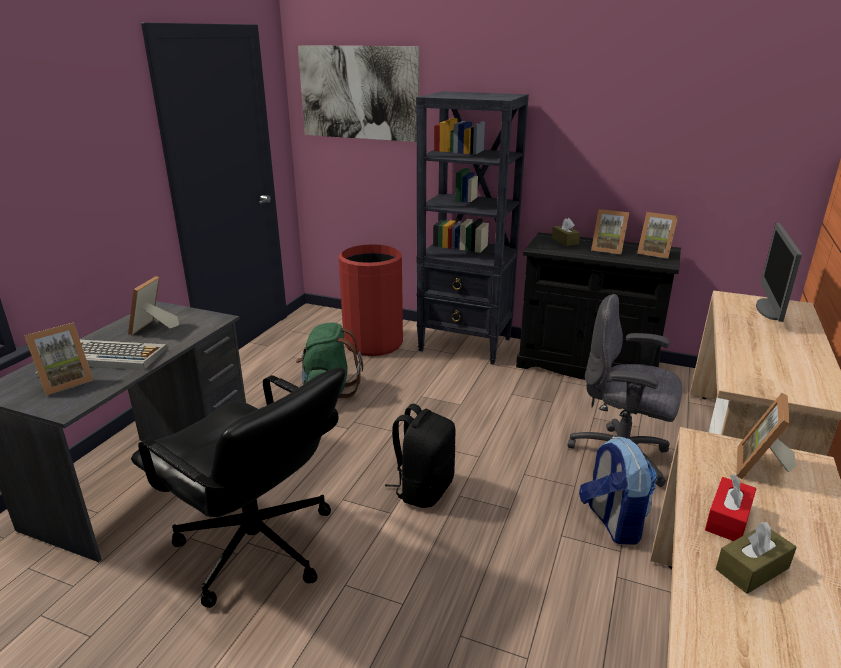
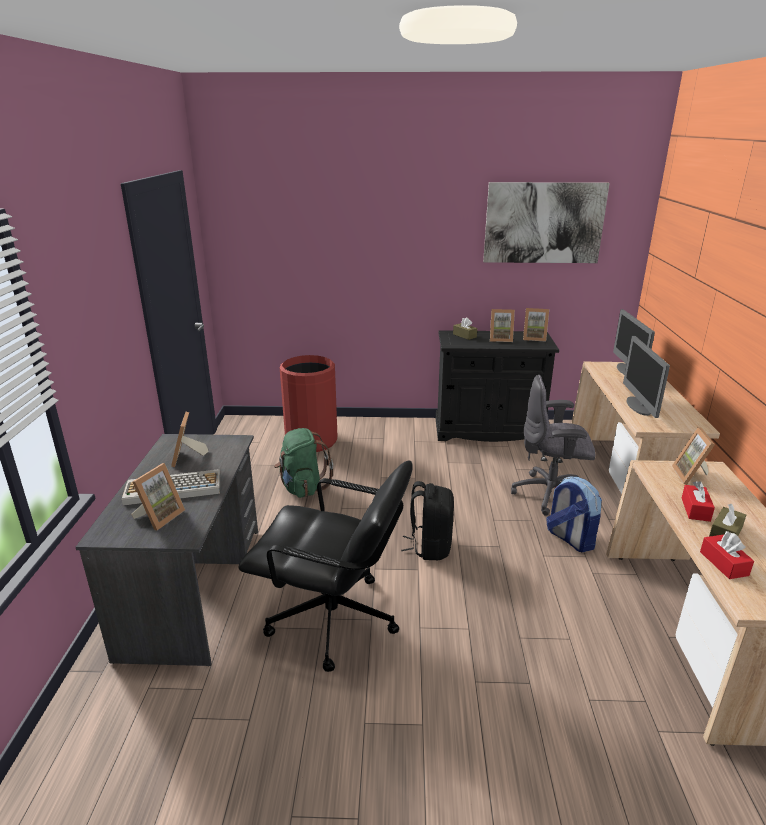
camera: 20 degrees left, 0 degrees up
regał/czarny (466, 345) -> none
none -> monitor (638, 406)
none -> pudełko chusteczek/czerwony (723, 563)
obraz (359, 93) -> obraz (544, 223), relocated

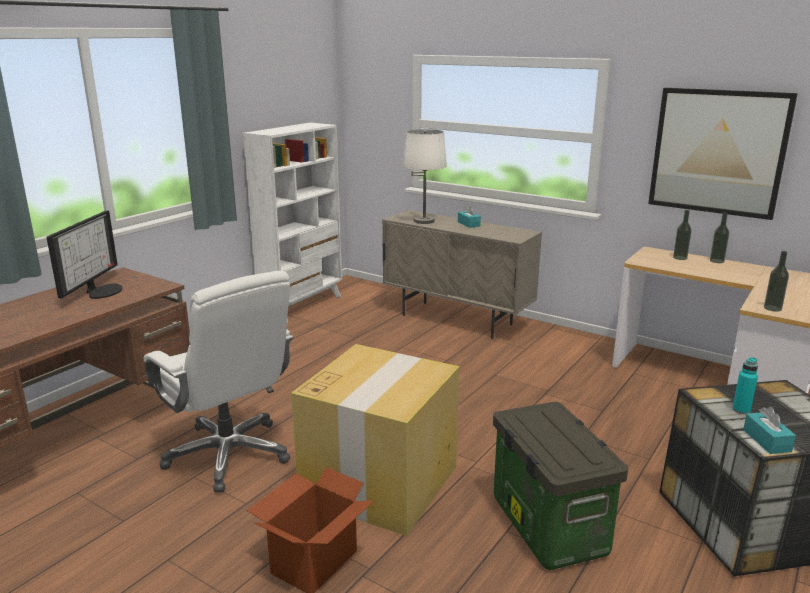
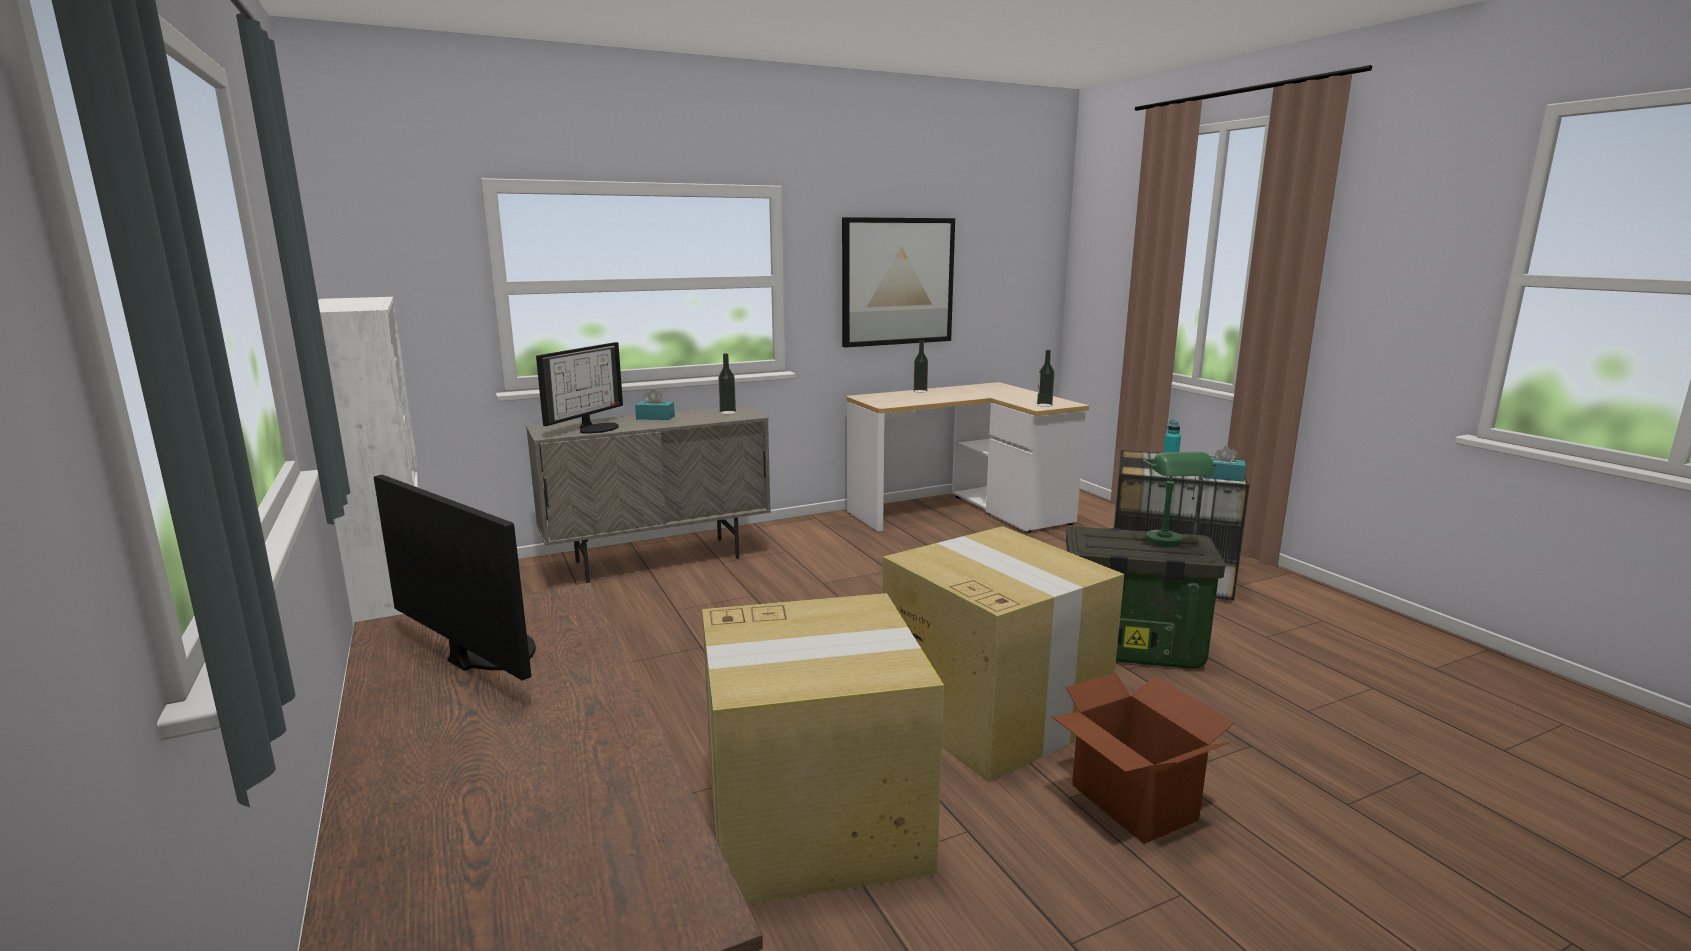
camera: 60 degrees left, 5 degrees down
none -> lampa stołowa/zielony (1170, 544)
butelka (680, 258) -> butelka (727, 412), relocated
krzesło biurowe/biały (229, 454) -> karton (817, 819)
lampa stołowa/biały (424, 221) -> monitor (596, 428)

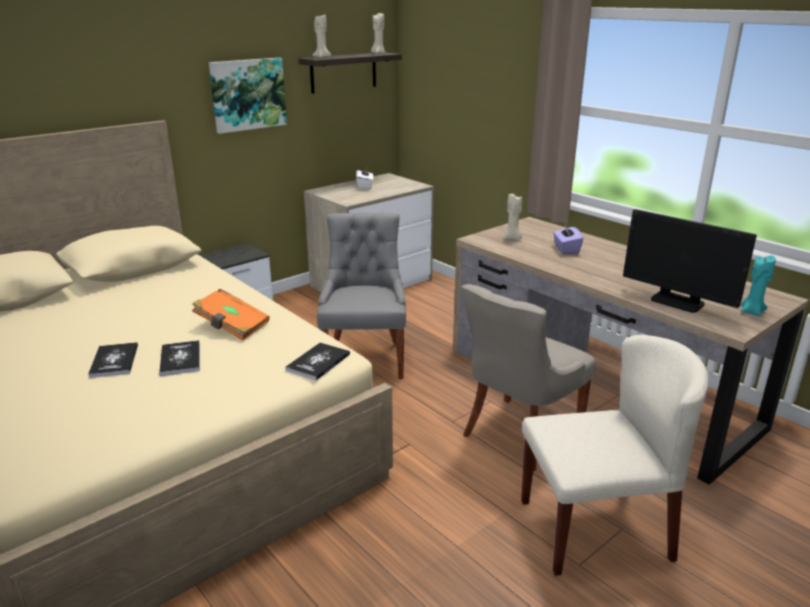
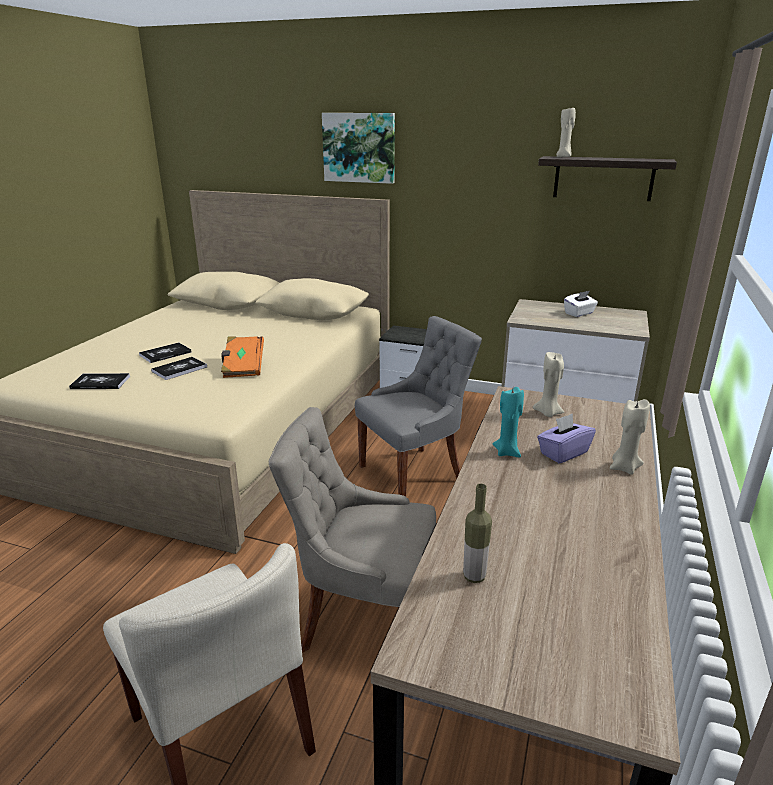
camera: 60 degrees right, 0 degrees up
obraz (248, 94) -> obraz (359, 148), relocated
książka (318, 362) -> książka (100, 382), relocated
świeca/beżowy (378, 53) -> świeca/beżowy (624, 468), relocated
świeca/turkusowy (751, 311) -> świeca/turkusowy (507, 452), relocated
monitor (677, 302) -> butelka (474, 576)

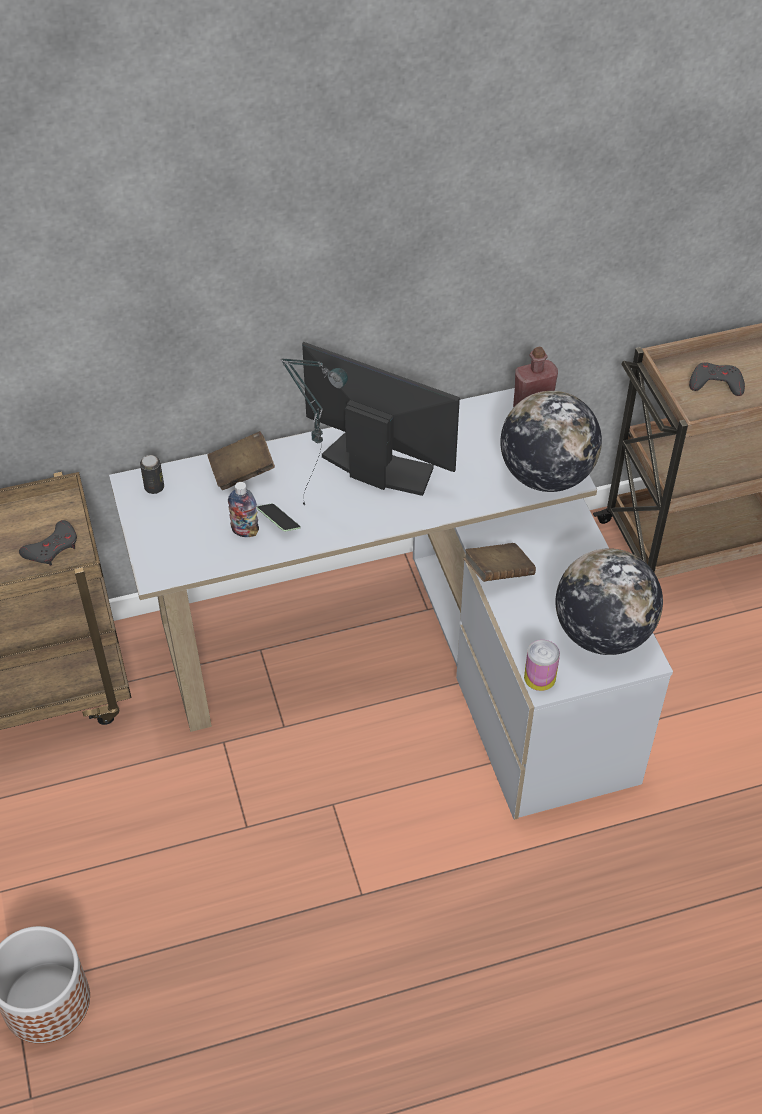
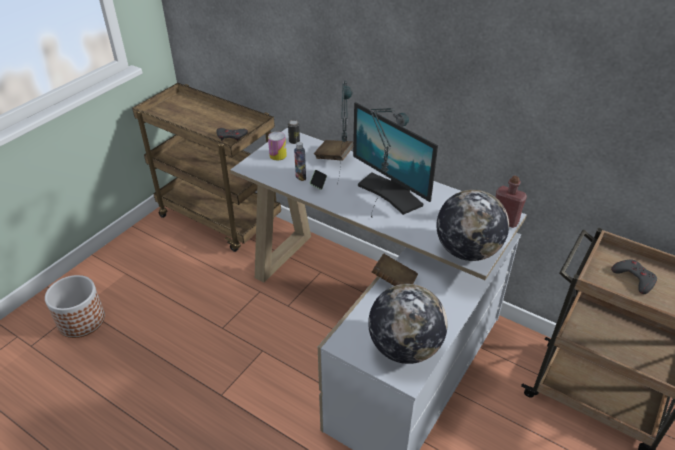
camera: 50 degrees right, 10 degrees down
none -> lampa stołowa (380, 219)
puszka (540, 677) -> puszka (278, 155), relocated
monitor (377, 467) -> monitor (390, 193), 150 degrees clockwise

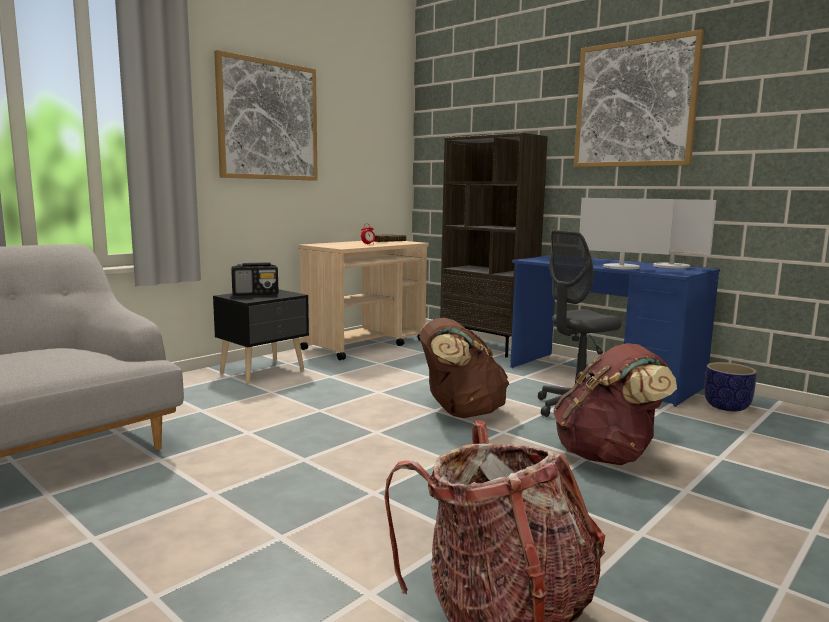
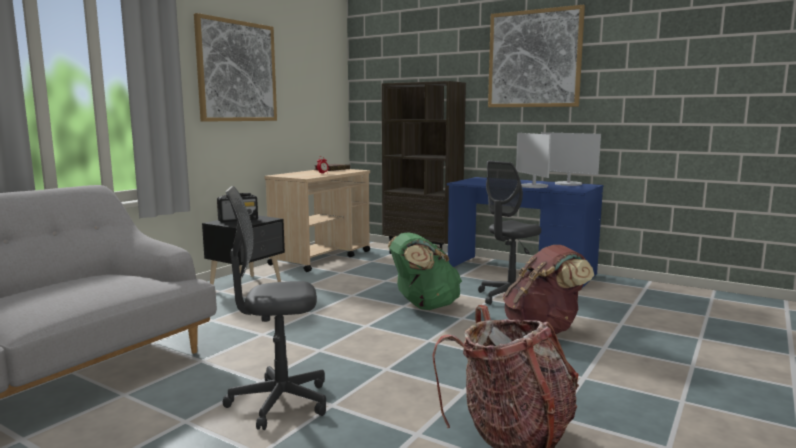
camera: 10 degrees left, 0 degrees up
donica (727, 406) -> none
none -> krzesło biurowe/szary (279, 402)
plecak/brązowy (460, 412) -> plecak/zielony (423, 306)
monitor (621, 267) -> monitor (533, 186), 60 degrees clockwise

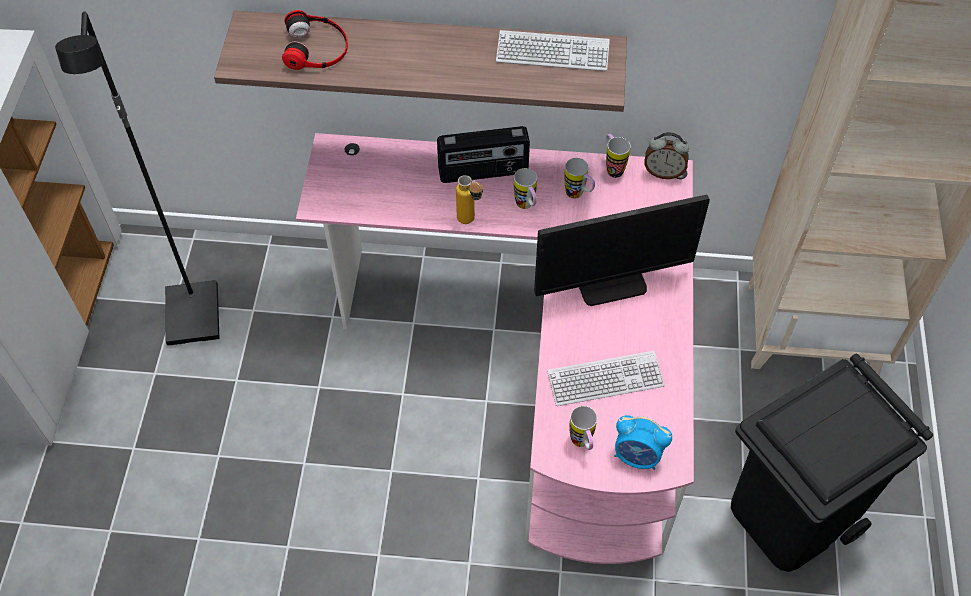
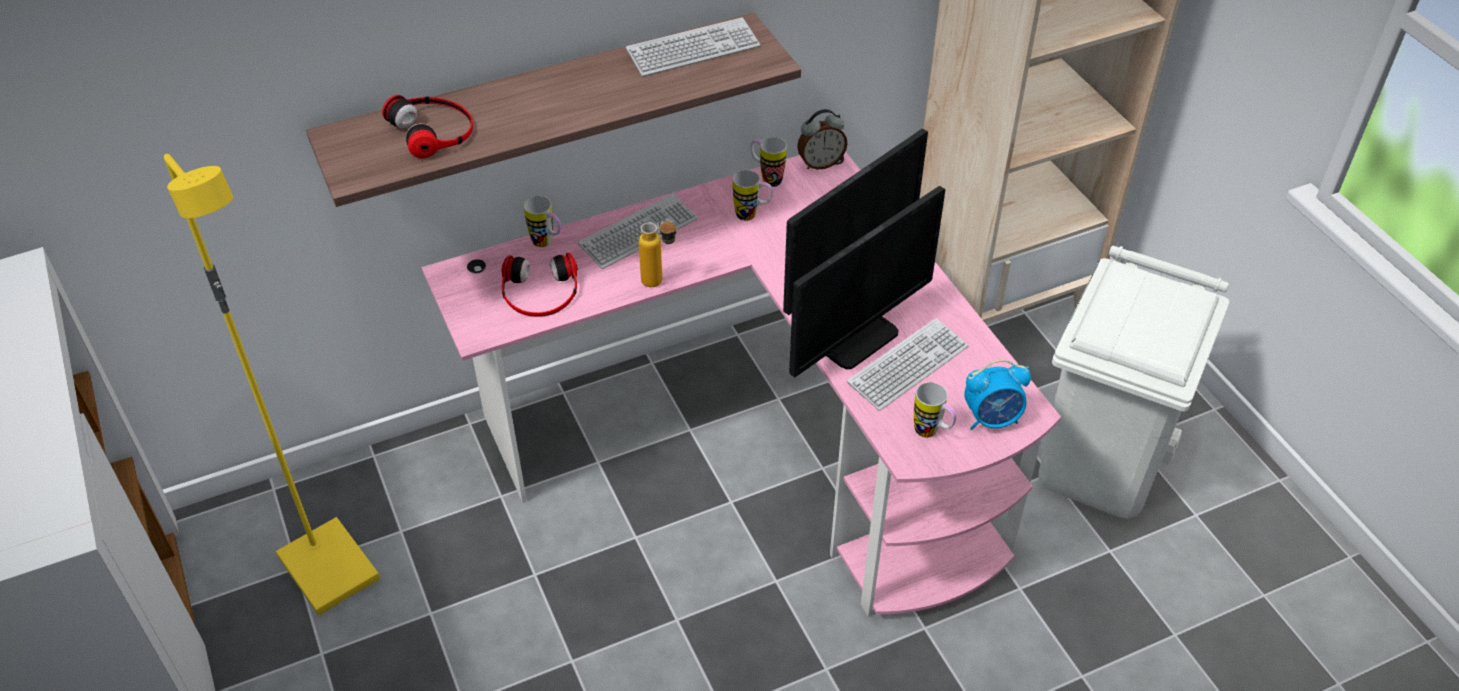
camera: 30 degrees left, 10 degrees down
none -> słuchawki (540, 292)
none -> monitor (856, 338)
kubek (526, 206) -> kubek (547, 243), relocated
radio (483, 172) -> klawiatura (638, 233)
lampa stojąca/czarny (195, 316) -> lampa stojąca/żółty (332, 568)
kosz na śmieci/czarny (791, 516) -> kosz na śmieci/biały (1101, 465)

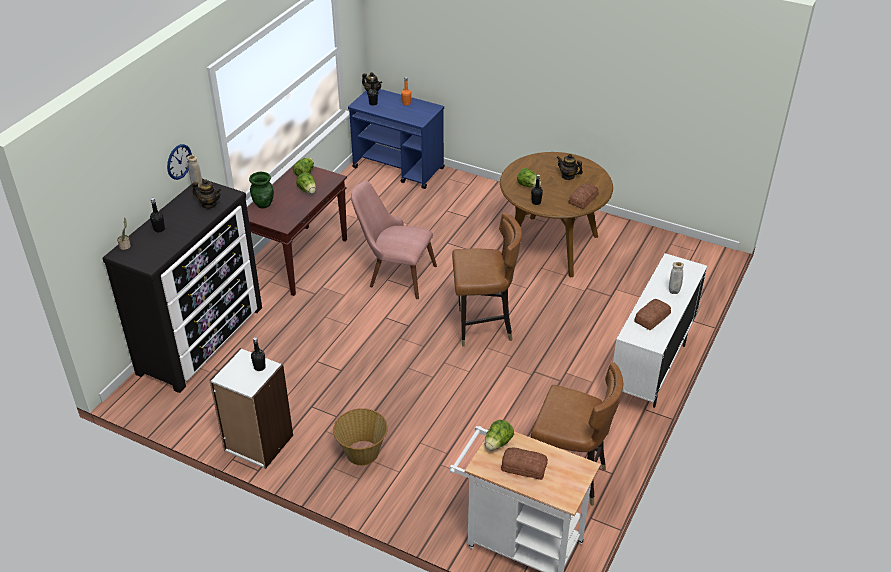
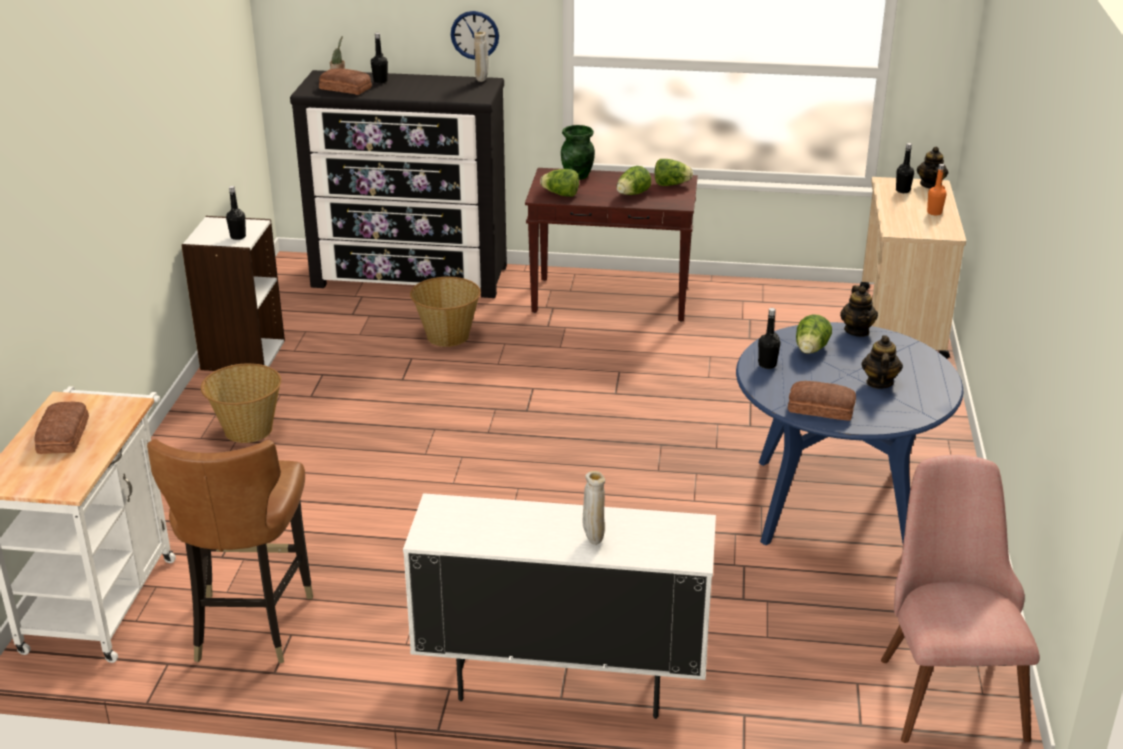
camera: 70 degrees right, 10 degrees down
krzesło/brązowy (483, 327) -> none
none -> koszyk (447, 336)
imbryk (209, 204) -> imbryk (857, 331), relocated
krzesło/różowy (394, 274) -> krzesło/różowy (945, 683), relocated
sałata (498, 443) -> sałata (561, 194), relocated
chleb (651, 317) -> chleb (345, 88), relocated
wózek/niebieski (399, 168) -> wózek/beżowy (901, 323)
stół jadalny/brązowy (551, 246) -> stół jadalny/niebieski (832, 505)

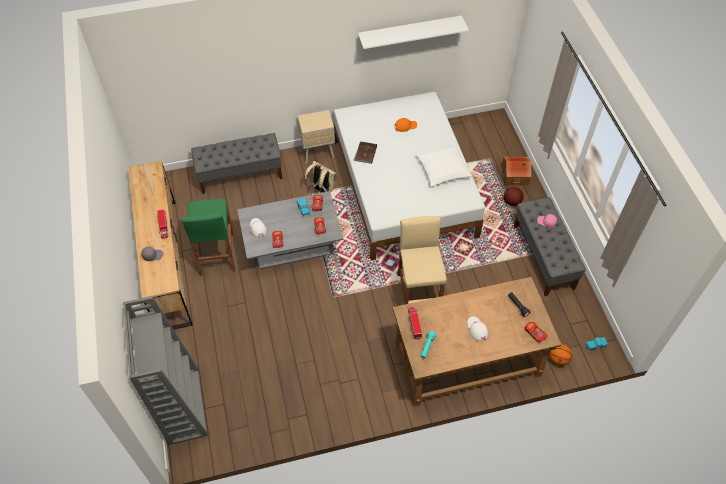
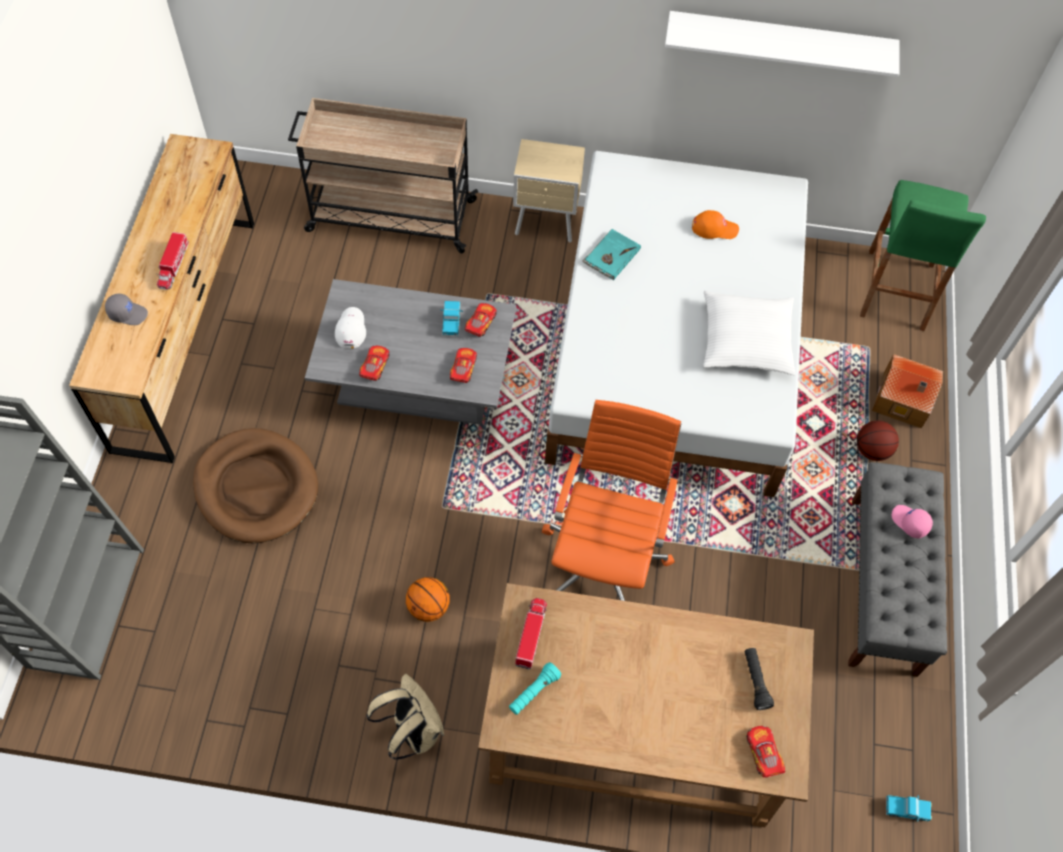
camera: 20 degrees right, 5 degrees up
czapka z daszkiem/biały (477, 329) -> none
none -> legowisko/brązowy (256, 488)
stołek/zielony (216, 254) -> stołek/zielony (896, 290), relocated
plecak/beżowy (322, 189) -> plecak/beżowy (412, 731), relocated
piłka do koszykówki (558, 359) -> piłka do koszykówki (428, 607), relocated
ławka/szary (240, 175) -> wózek/beżowy (389, 216)
stołek/beżowy (418, 292) -> krzesło biurowe/pomarańczowy (604, 559)
książka/brązowy (365, 153) -> książka/turkusowy (611, 256)

